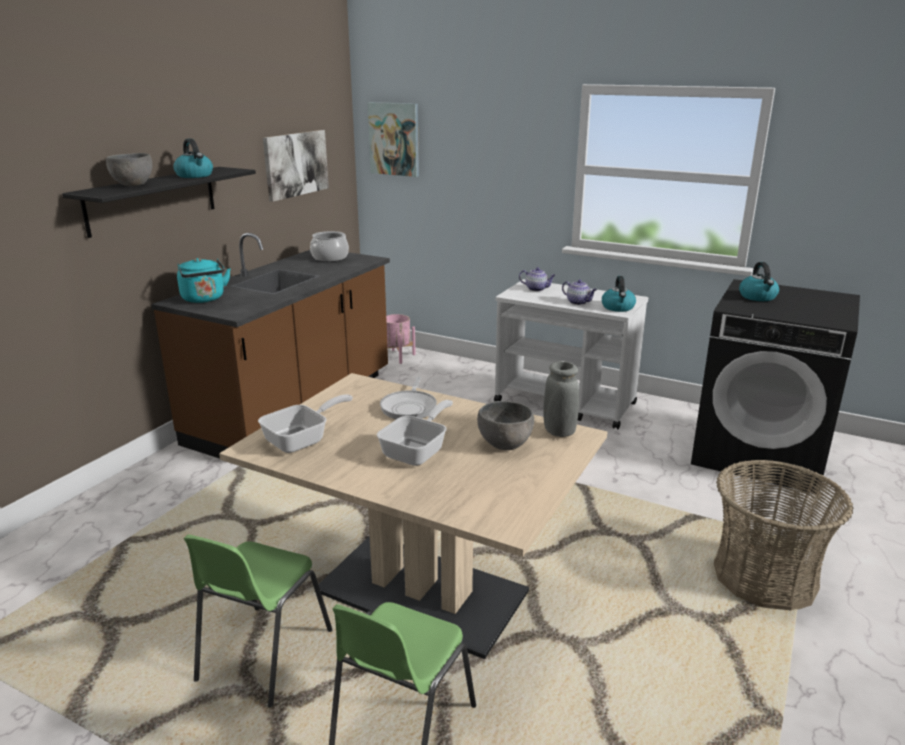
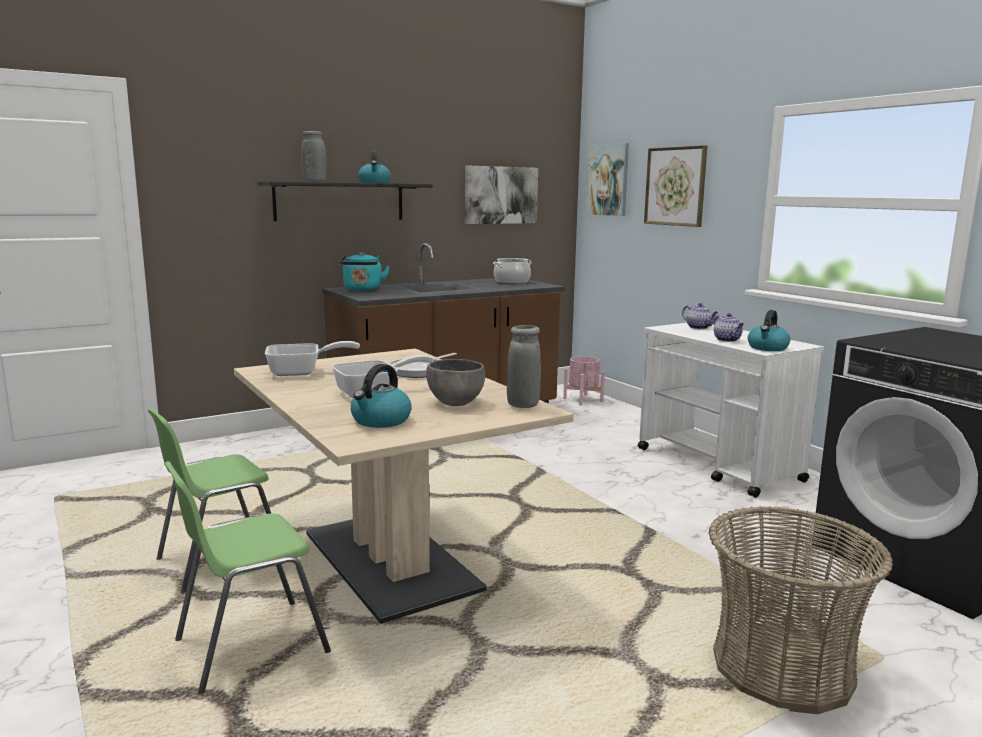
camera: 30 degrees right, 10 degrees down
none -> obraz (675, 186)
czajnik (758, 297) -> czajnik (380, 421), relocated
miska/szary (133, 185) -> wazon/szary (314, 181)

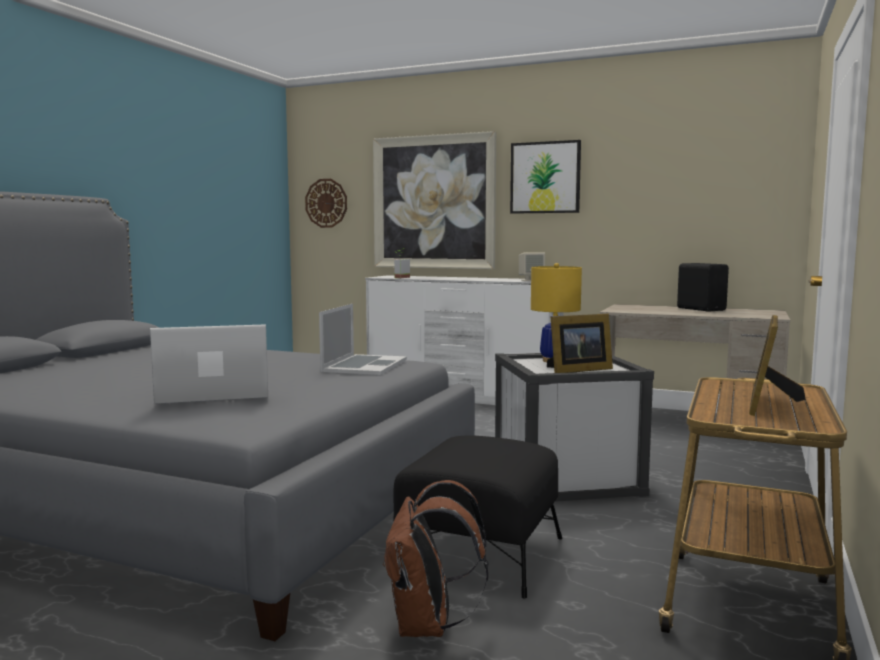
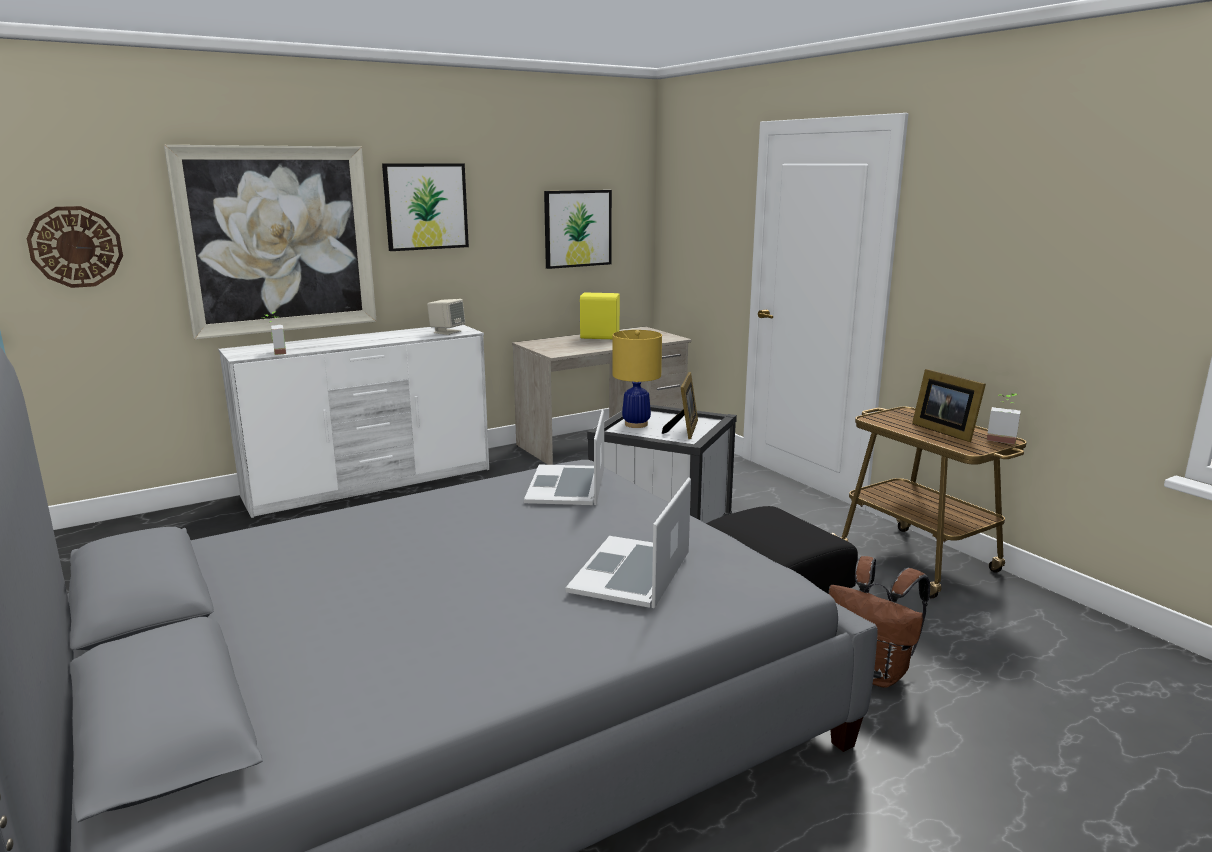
camera: 55 degrees left, 10 degrees up
none -> obraz (577, 228)
none -> roślina doniczkowa (1001, 438)
głośnik/czarny (701, 309) -> głośnik/żółty (599, 337)
laptop (364, 365) -> laptop (567, 485), 135 degrees counterclockwise

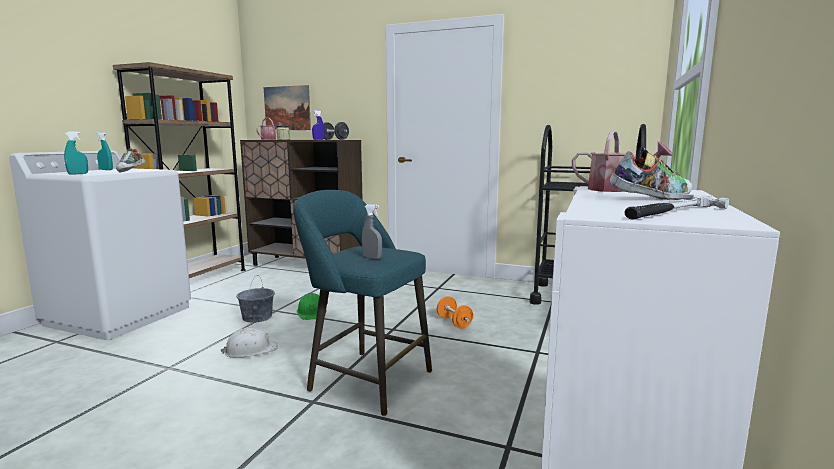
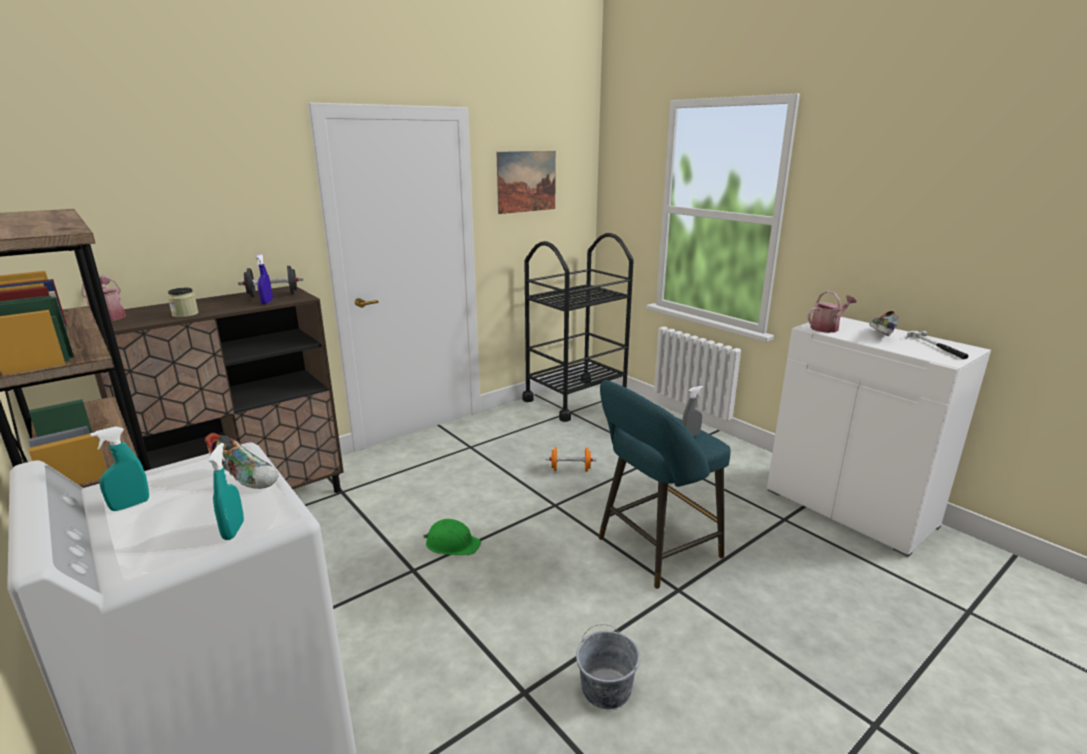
camera: 60 degrees left, 10 degrees up
kask/biały (250, 350) -> none
wiadro/szary (257, 317) -> wiadro/szary (605, 688), relocated
obraz (287, 108) -> obraz (526, 181), relocated

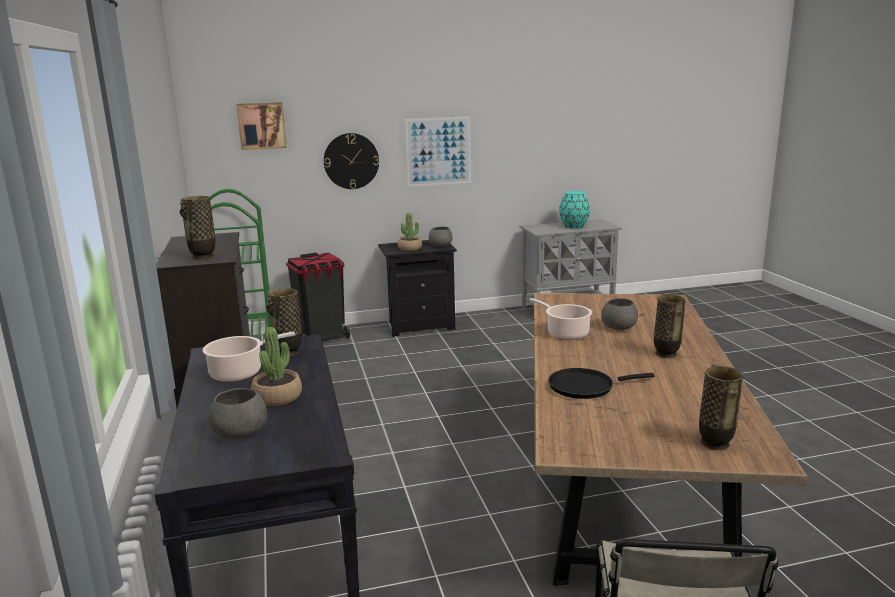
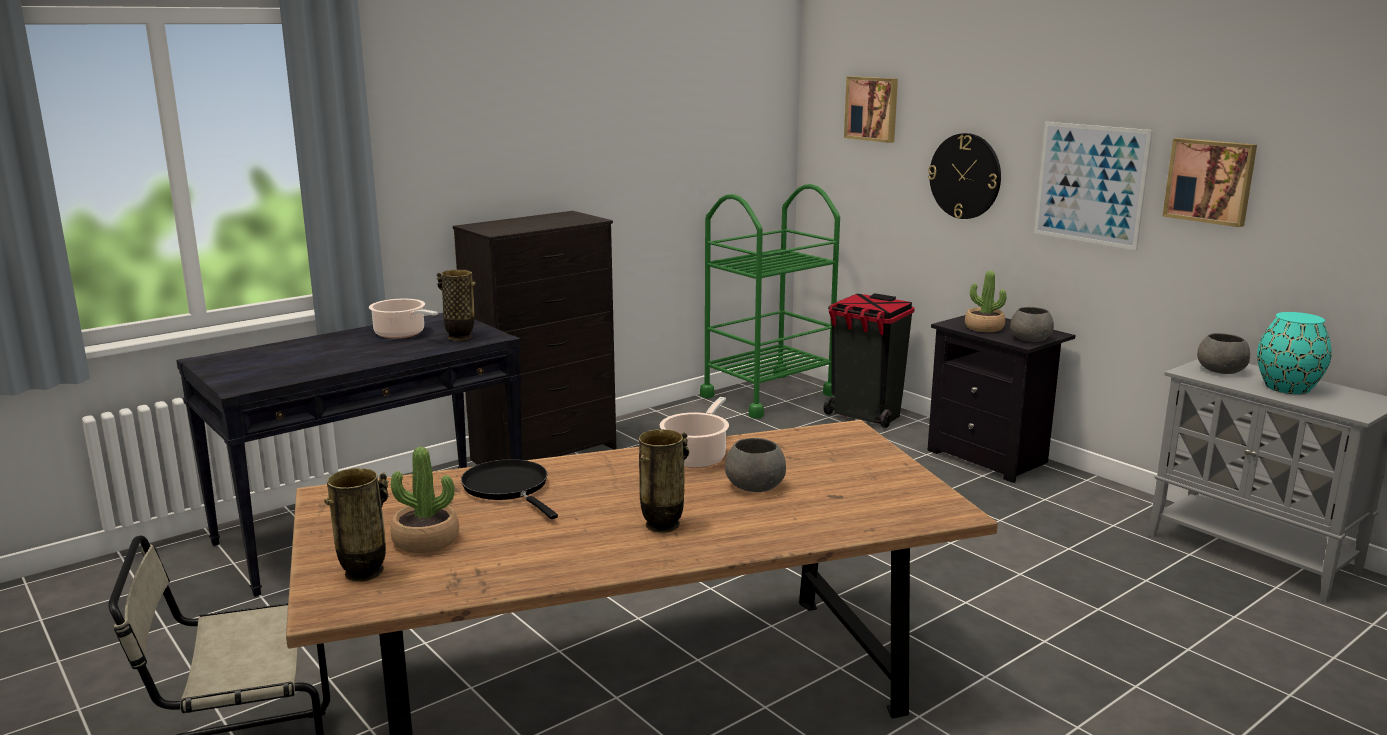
camera: 65 degrees right, 0 degrees up
wazon (203, 257) -> none
none -> obraz (1210, 181)
miska/szary (241, 432) -> miska/szary (1222, 370), relocated
roślina doniczkowa (277, 397) -> roślina doniczkowa (425, 540), relocated

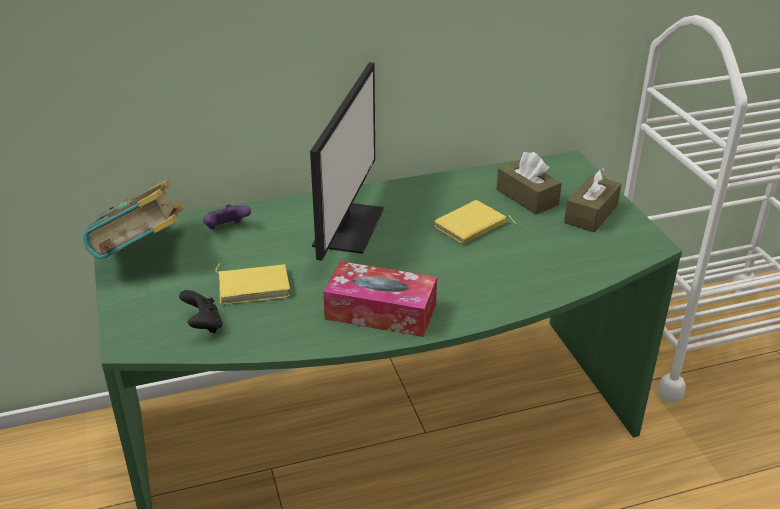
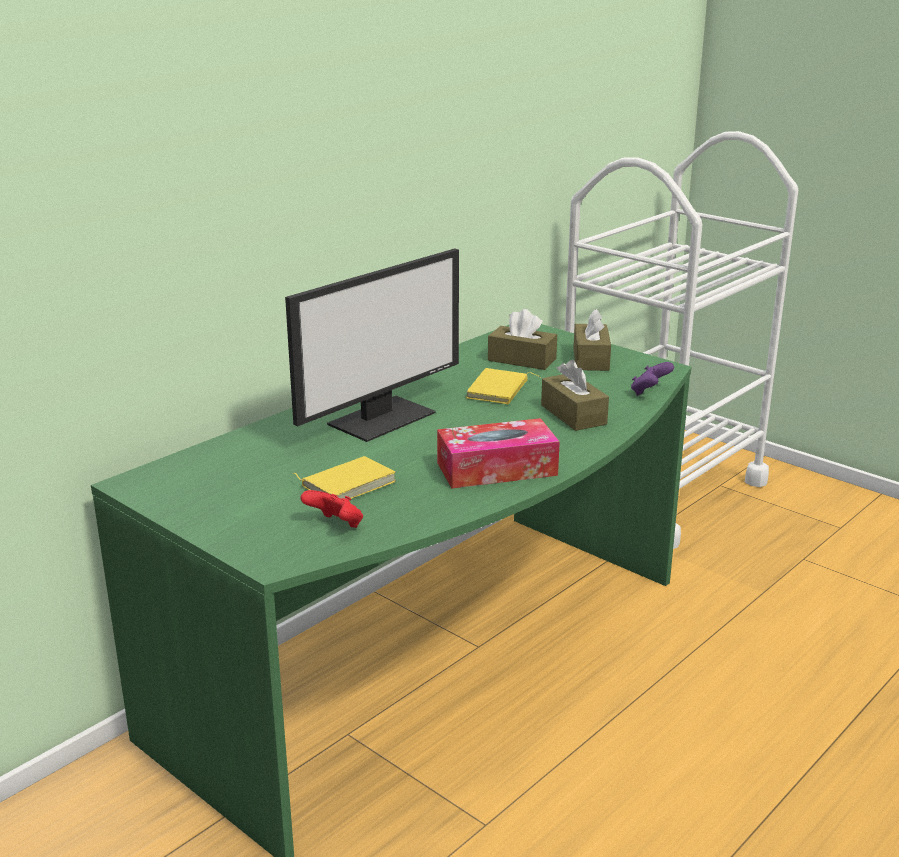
camera: 30 degrees left, 10 degrees down
książka (142, 256) -> none
none -> pudełko chusteczek/brązowy (573, 415)
pad do gier/fioletowy (227, 229) -> pad do gier/fioletowy (649, 392), relocated
pad do gier/czarny (203, 325) -> pad do gier/czerwony (336, 526)
monitor (347, 226) -> monitor (381, 417), 60 degrees clockwise

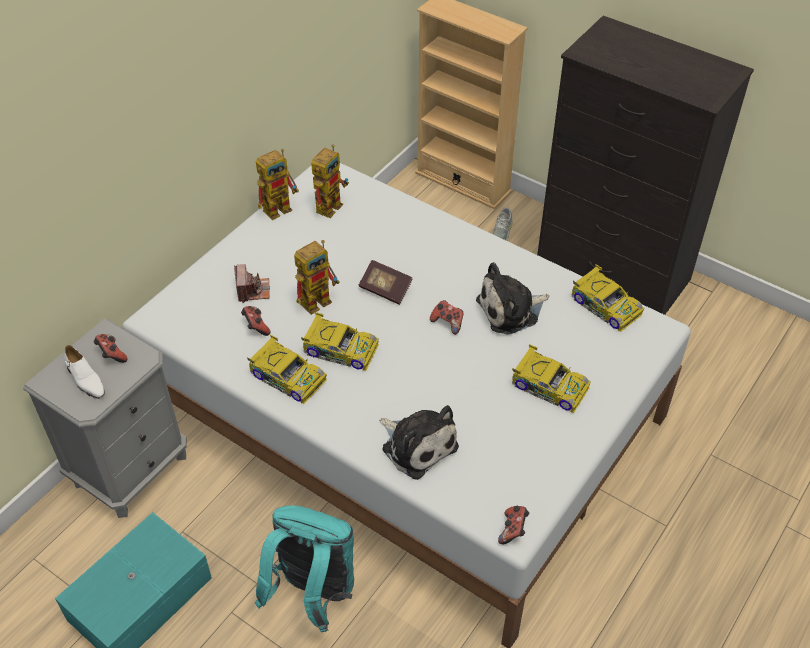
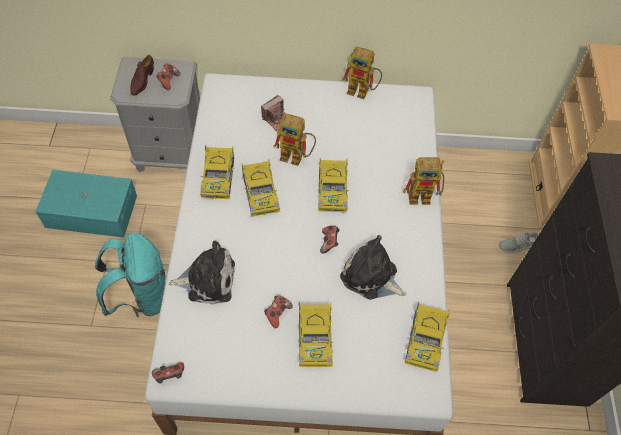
camera: 55 degrees right, 10 degrees up
pad do gier (256, 327) -> pad do gier (277, 313), relocated
robot zabawkowy (330, 203) -> robot zabawkowy (424, 196), relocated
książka (385, 289) -> samochodzik (333, 189)
but/biały (85, 380) -> but/brązowy (142, 81)
pluszak (417, 445) -> pluszak (208, 280), 105 degrees counterclockwise

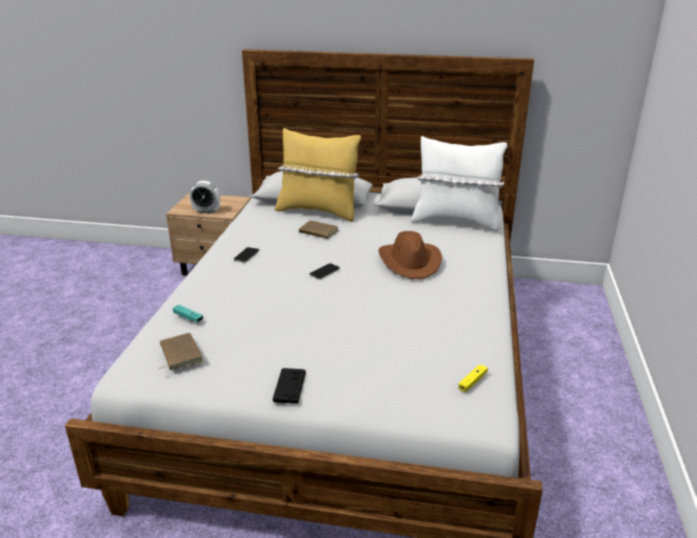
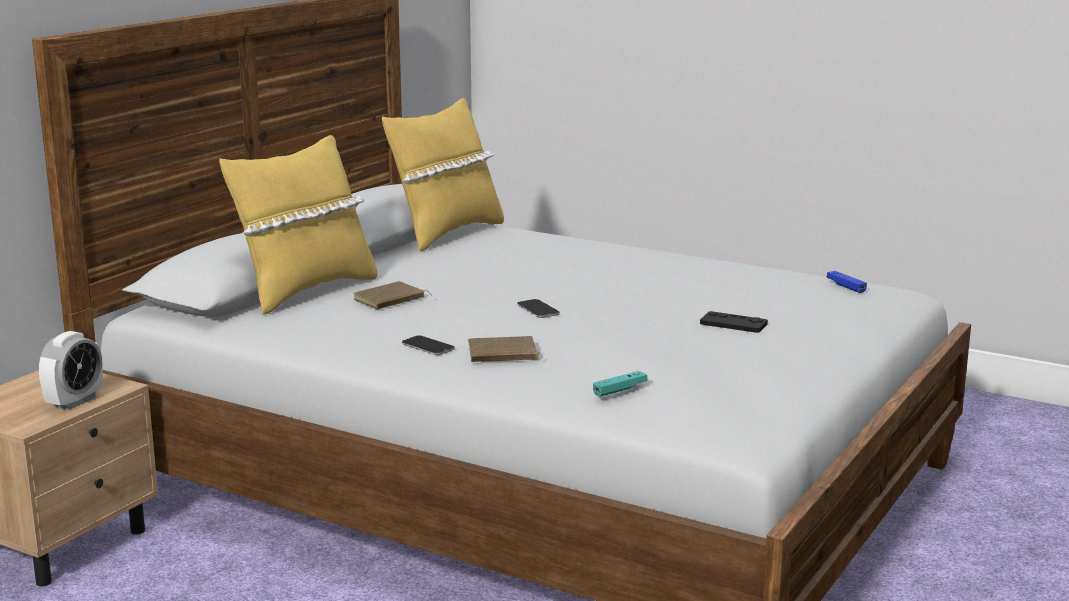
camera: 70 degrees left, 10 degrees down
kapelusz/brązowy (410, 262) -> none
książka/brązowy (179, 354) -> książka/brązowy (502, 355), relocated
pad do gier/czarny (289, 386) -> pad do gier/czarny (733, 324), relocated
poduszka/biały (455, 221) -> poduszka/żółty (446, 234)
pad do gier/żółty (472, 382) -> pad do gier/niebieski (846, 286)

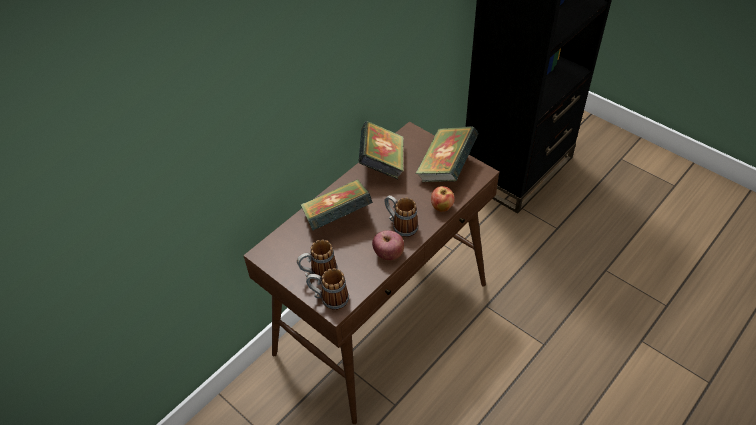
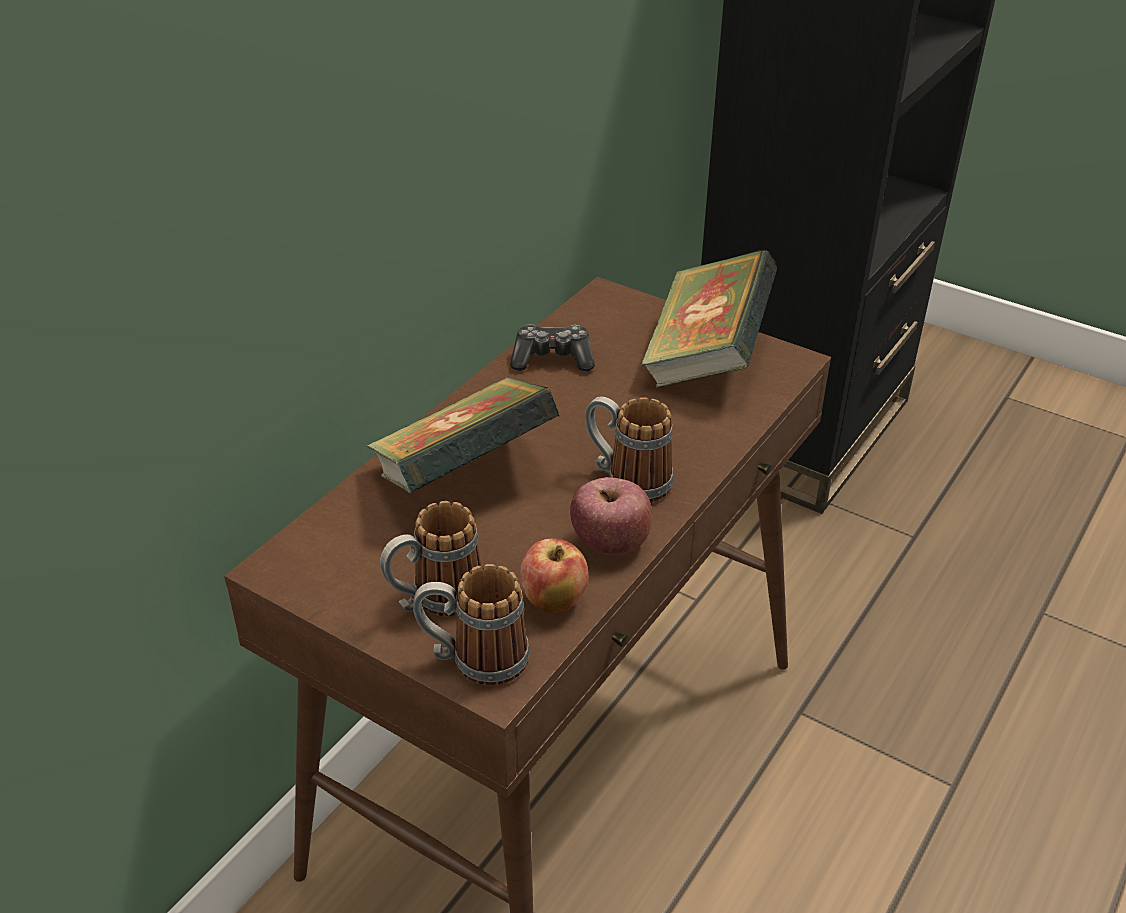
camera: 10 degrees left, 10 degrees down
jabłko (441, 207) -> jabłko (553, 601), relocated
książka (382, 164) -> pad do gier (552, 359)

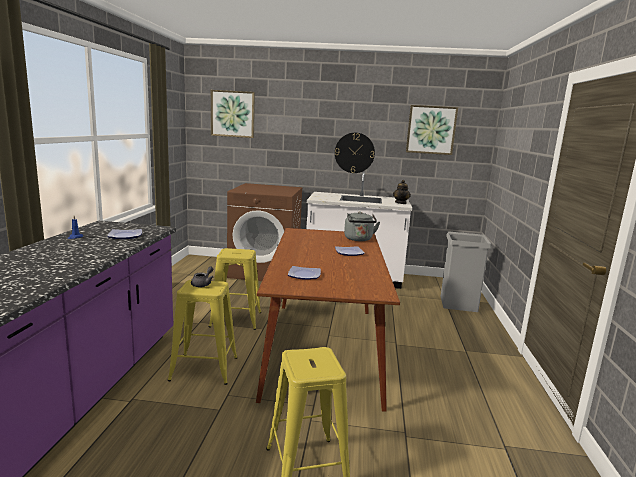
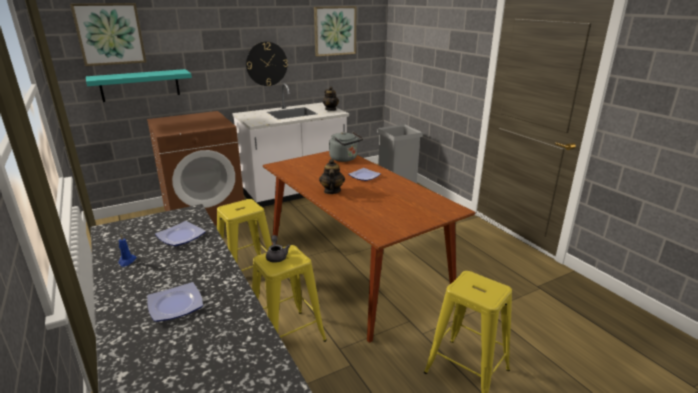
camera: 35 degrees left, 10 degrees up
none -> półka/turkusowy (140, 85)
none -> imbryk (332, 191)
talerz (303, 275) -> talerz (174, 305), relocated

